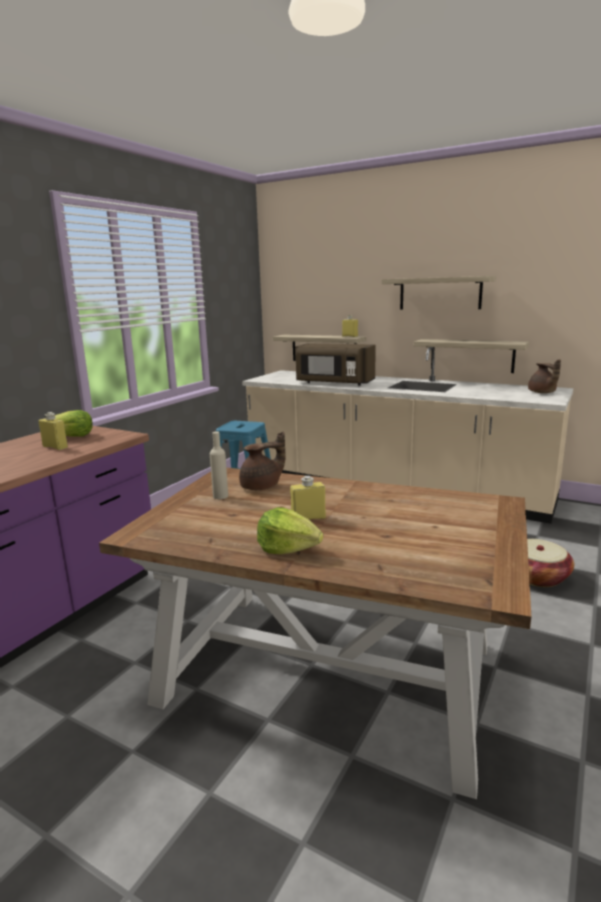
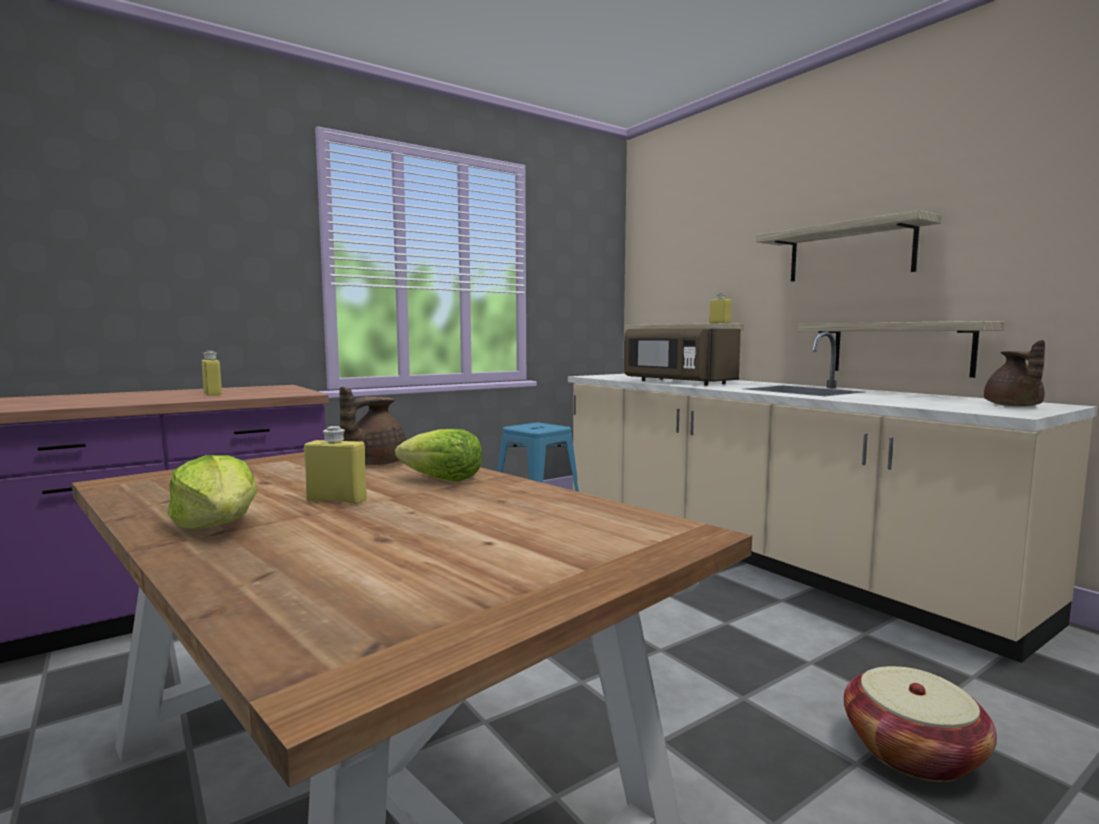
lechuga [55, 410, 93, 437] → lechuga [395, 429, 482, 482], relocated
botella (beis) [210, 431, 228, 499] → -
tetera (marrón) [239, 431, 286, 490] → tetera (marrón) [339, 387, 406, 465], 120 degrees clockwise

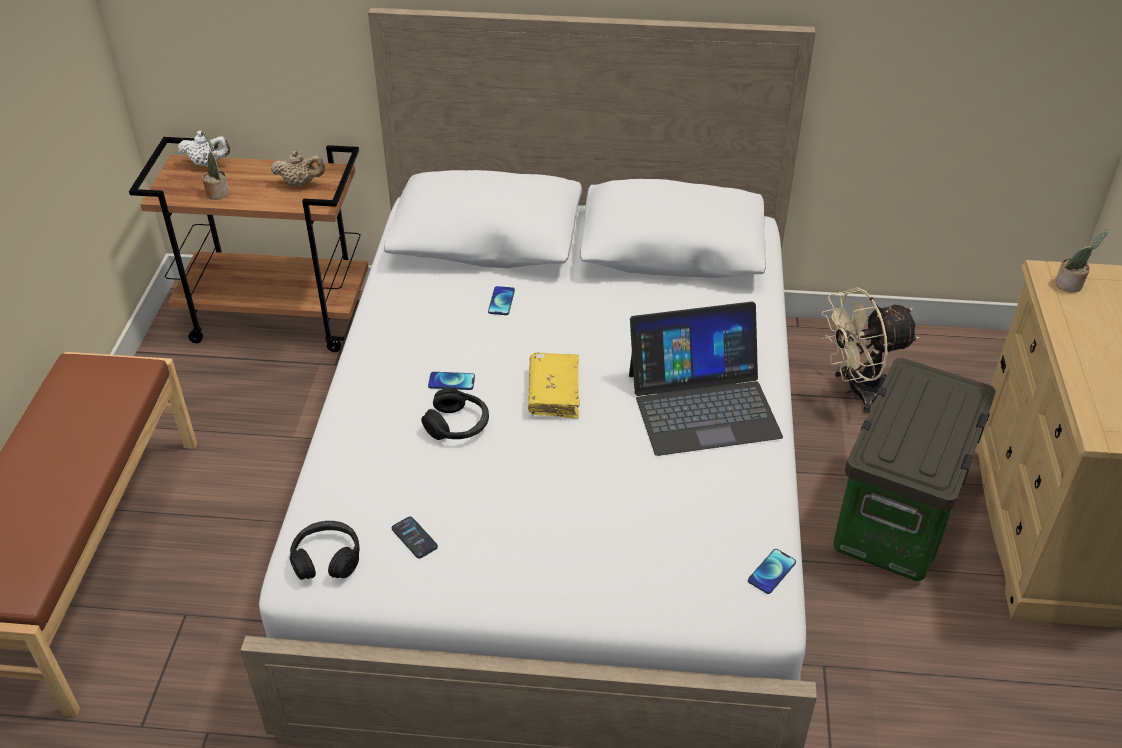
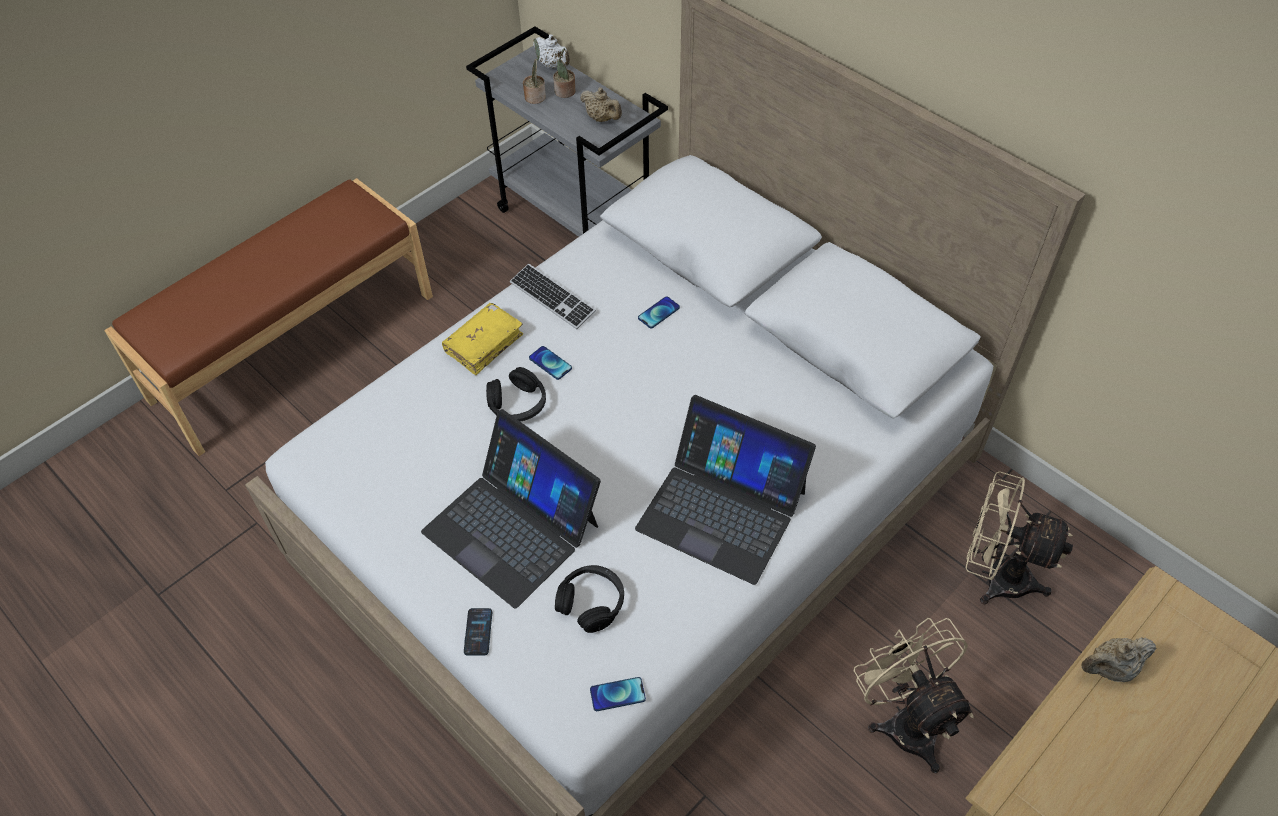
carrito (marrón) [129, 137, 368, 352] → carrito (gris) [466, 26, 668, 237]
auriculares (negro) [290, 521, 360, 580] → auriculares (negro) [555, 565, 624, 633], relocated
móvil [392, 517, 438, 559] → móvil [464, 608, 492, 656], relocated
libro (amarillo) [528, 353, 580, 418] → libro (amarillo) [442, 303, 523, 375], relocated
caja de almacenaje [833, 358, 996, 581] → ventilador (beis) [854, 618, 974, 773]
planta en maceta [1055, 229, 1109, 293] → planta en maceta [553, 48, 575, 98], relocated
- → portátil [421, 409, 601, 609]
- → teclado [510, 264, 596, 329]
- → tetera (beis) [1081, 637, 1156, 682]

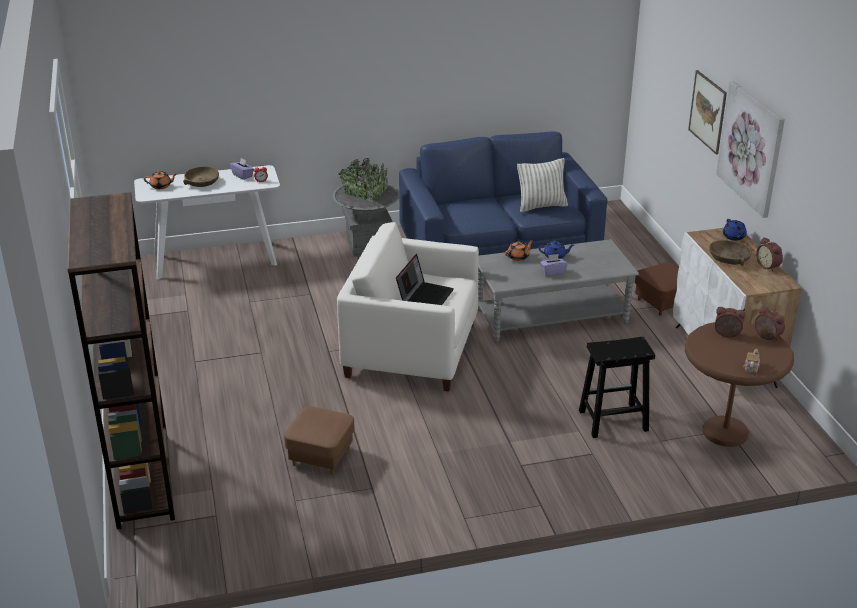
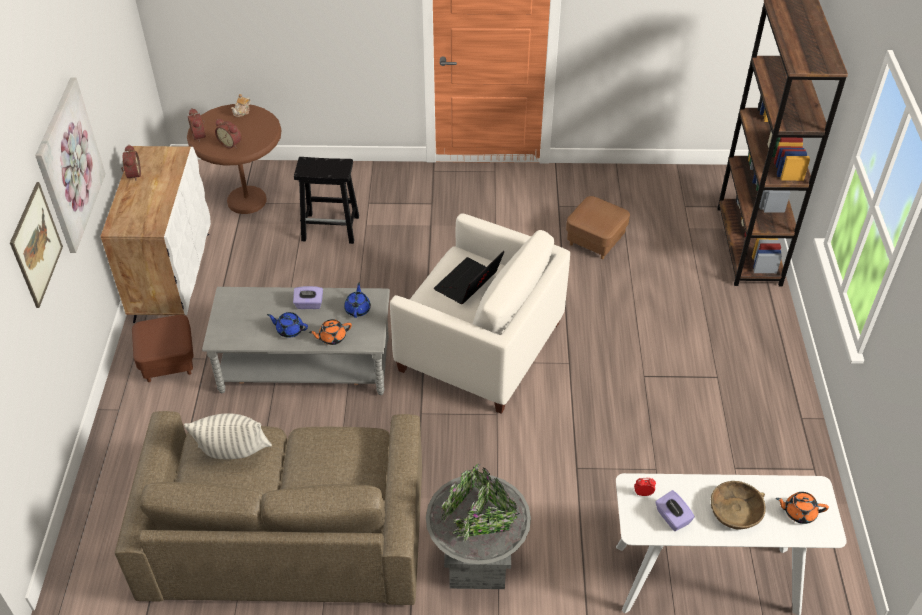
sofá (azul) [399, 132, 607, 256] → sofá (marrón) [115, 411, 422, 605]
cuenco (marrón) [709, 240, 752, 266] → -
tetera (azul) [723, 219, 747, 241] → tetera (azul) [344, 283, 371, 318], relocated

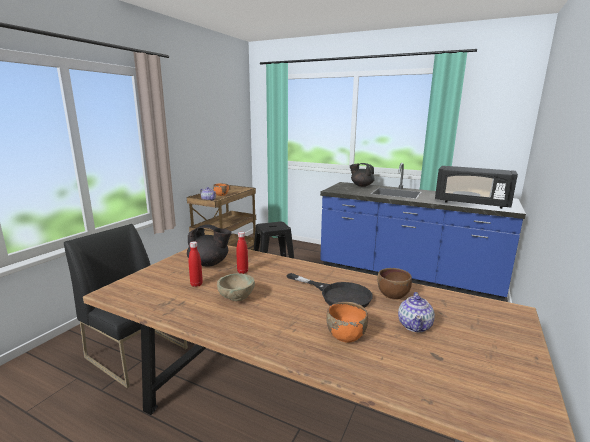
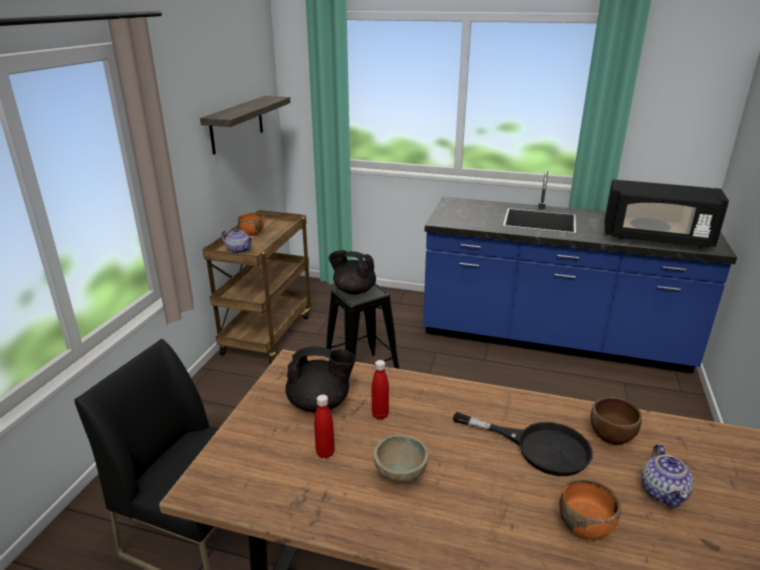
tetera (negro) [350, 163, 375, 187] → tetera (negro) [329, 250, 376, 295], relocated
- → estante [200, 96, 290, 155]

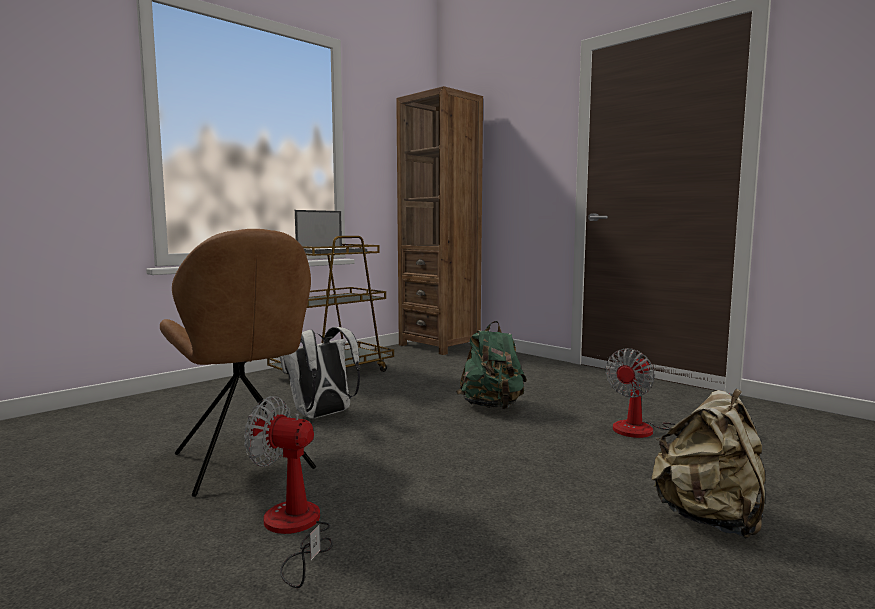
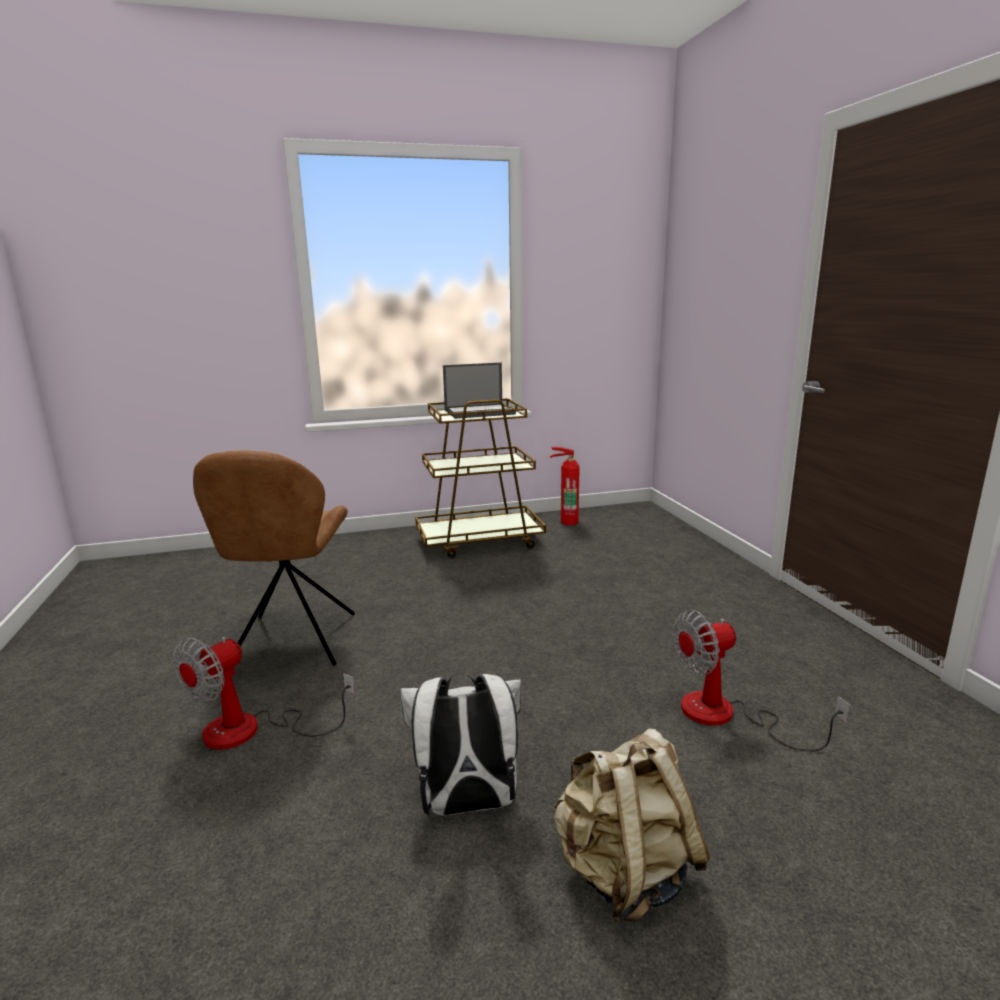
ventilador [244, 396, 333, 588] → ventilador [173, 637, 355, 750], 105 degrees counterclockwise
mochila (blanco) [280, 327, 360, 418] → mochila (blanco) [400, 673, 521, 816], relocated
estantería (marrón) [396, 86, 483, 355] → -
mochila (verde) [456, 321, 527, 409] → -
- → extintor [550, 447, 580, 525]

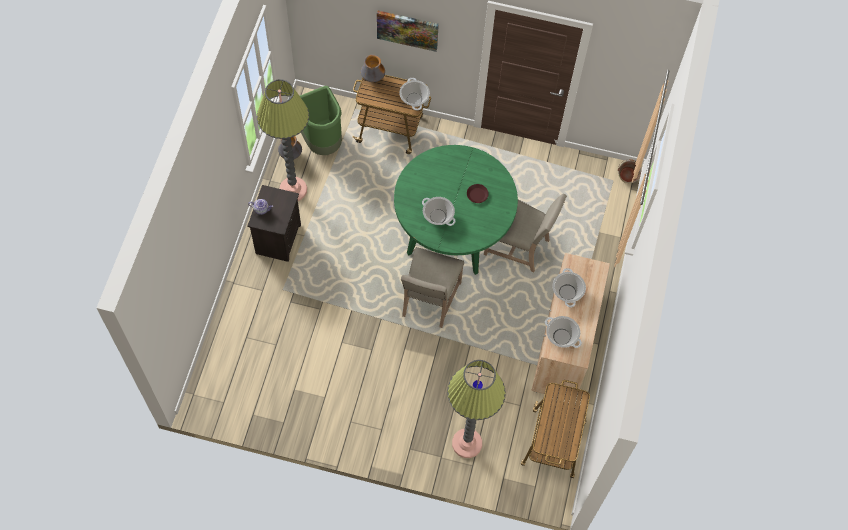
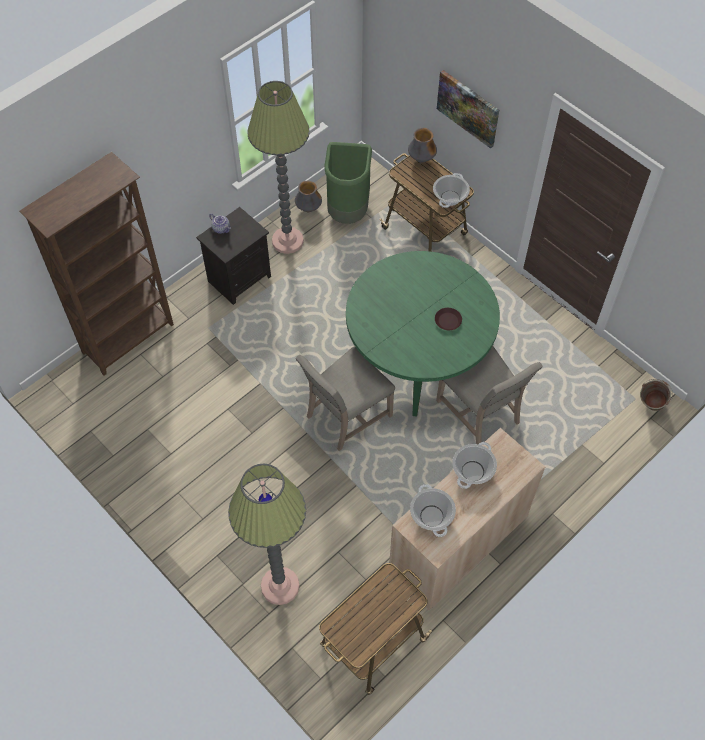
olla [422, 197, 455, 226] → -
- → estantería (marrón) [19, 152, 174, 376]

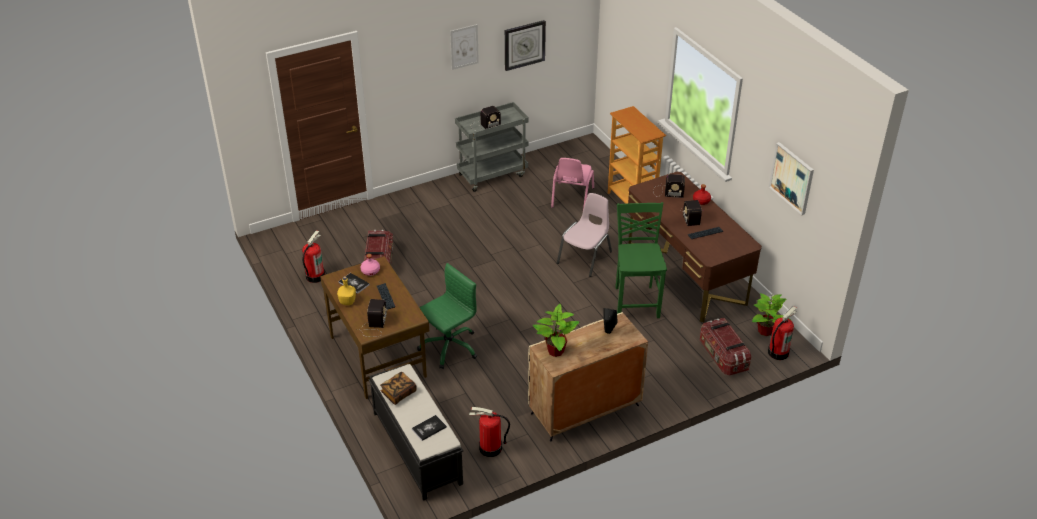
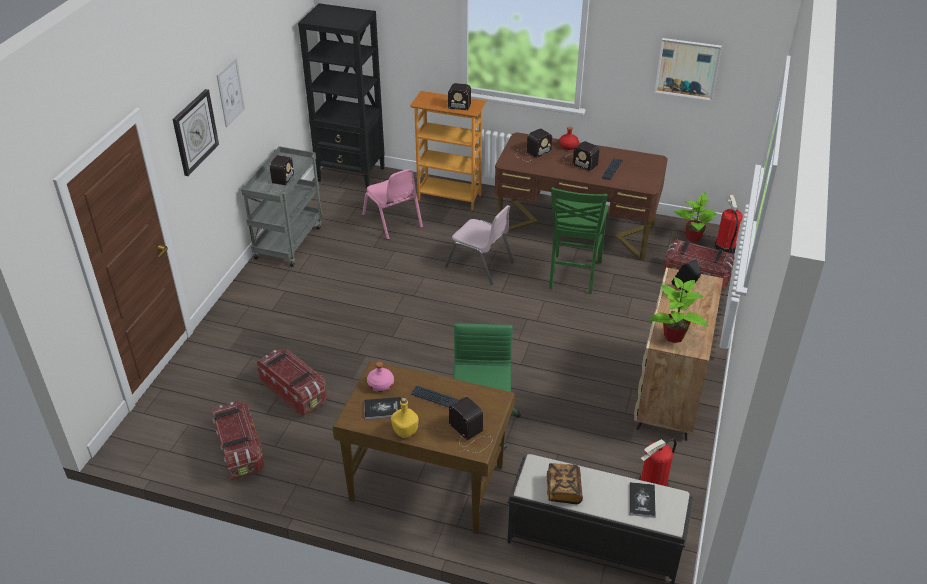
extintor [302, 230, 325, 283] → caja de almacenaje [211, 401, 264, 481]
reloj de pared [505, 20, 546, 71] → reloj de pared [172, 89, 219, 176], relocated
silla (rosa) [557, 193, 612, 277] → silla (rosa) [445, 205, 514, 285], 135 degrees clockwise
silla (verde) [615, 202, 667, 318] → silla (verde) [549, 187, 609, 294], 120 degrees counterclockwise
- → estantería (negro) [298, 3, 384, 190]
- → radio [437, 83, 471, 111]

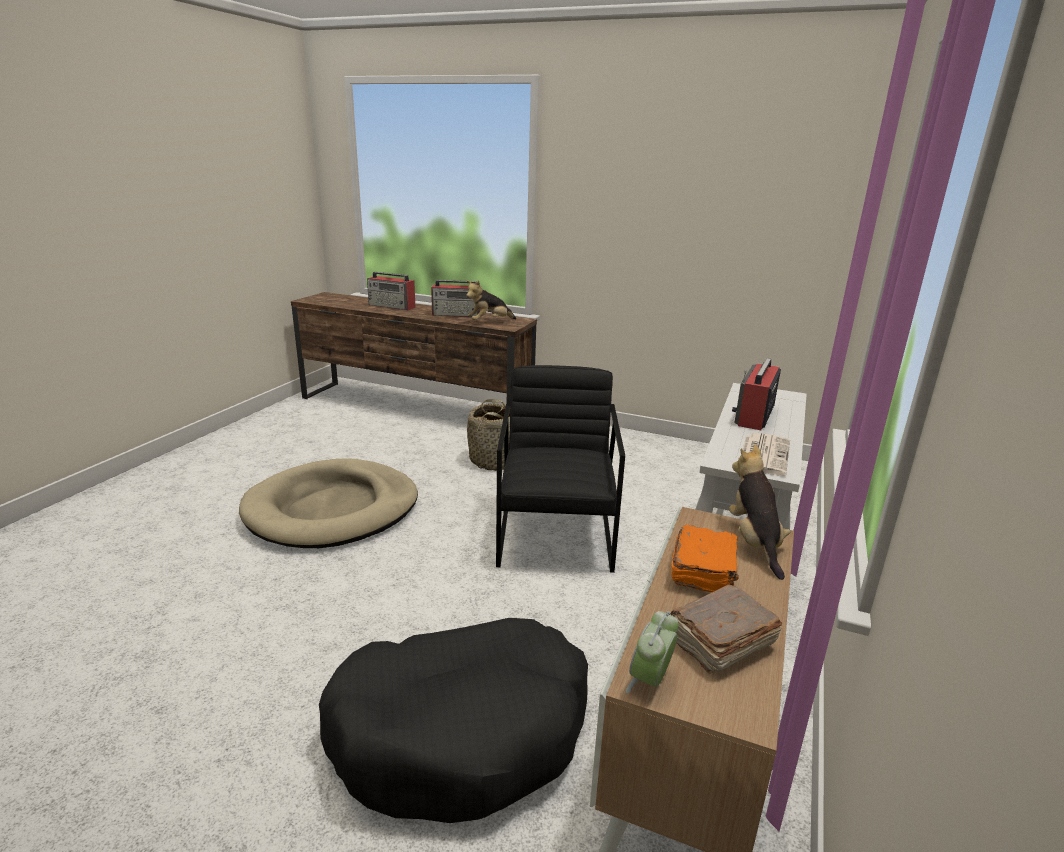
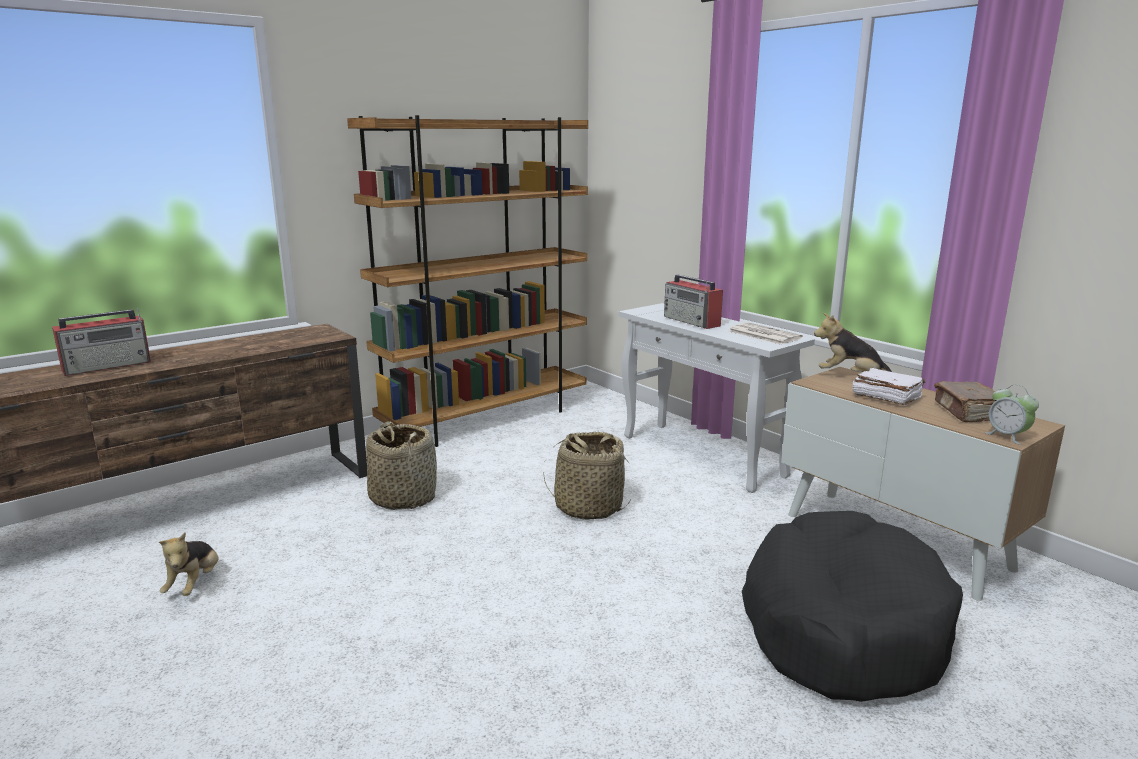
cama para perro (beis) [239, 458, 418, 548] → -
radio [431, 280, 481, 317] → -
peluche [466, 280, 516, 320] → peluche [159, 533, 219, 596], relocated
sillón (negro) [496, 365, 625, 573] → cesta [543, 432, 631, 520]
libro (naranja) [671, 525, 739, 592] → libro (blanco) [853, 368, 925, 405]
- → estantería (marrón) [347, 115, 588, 447]

